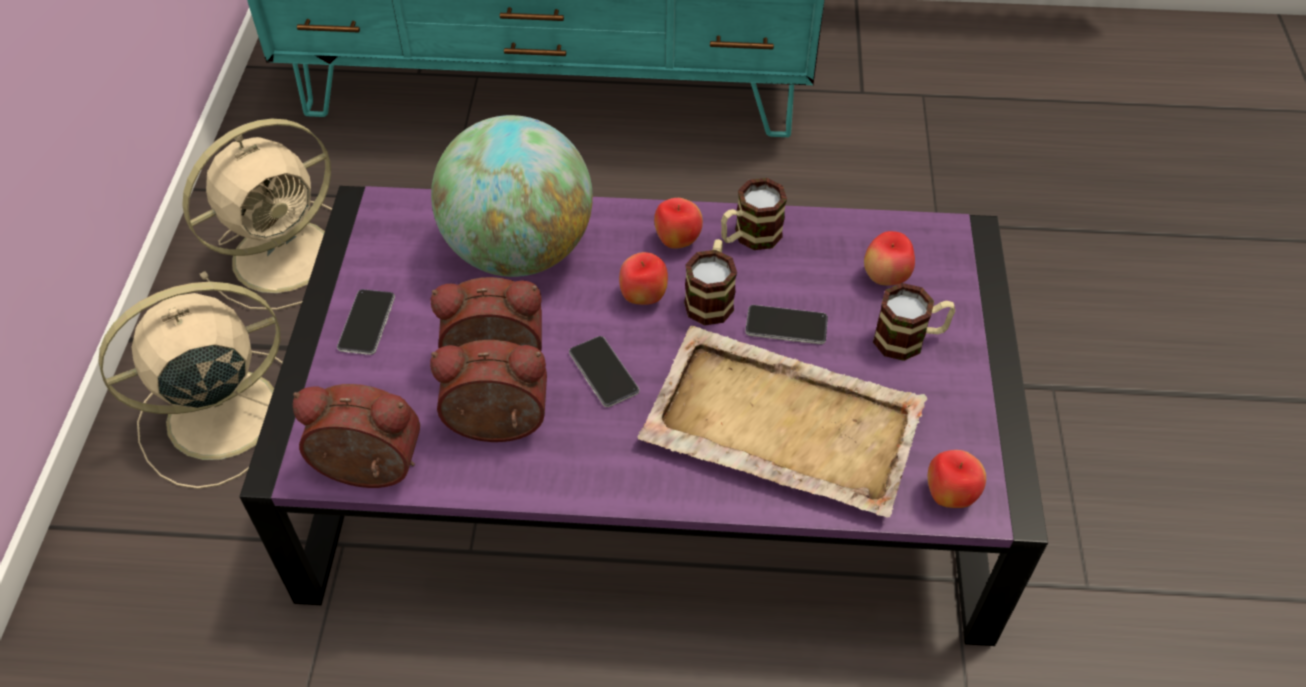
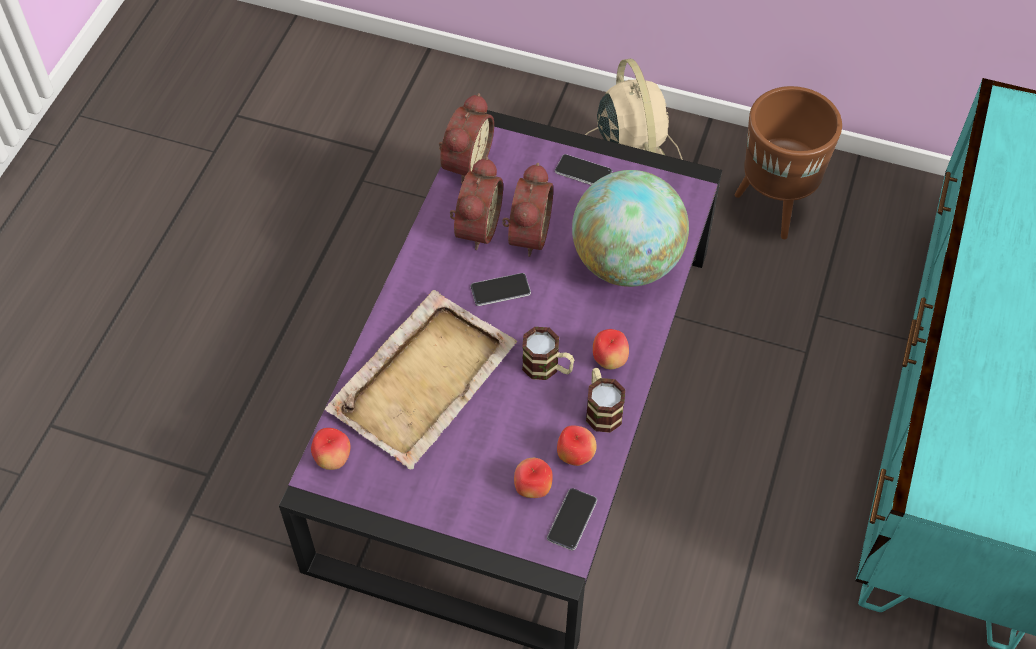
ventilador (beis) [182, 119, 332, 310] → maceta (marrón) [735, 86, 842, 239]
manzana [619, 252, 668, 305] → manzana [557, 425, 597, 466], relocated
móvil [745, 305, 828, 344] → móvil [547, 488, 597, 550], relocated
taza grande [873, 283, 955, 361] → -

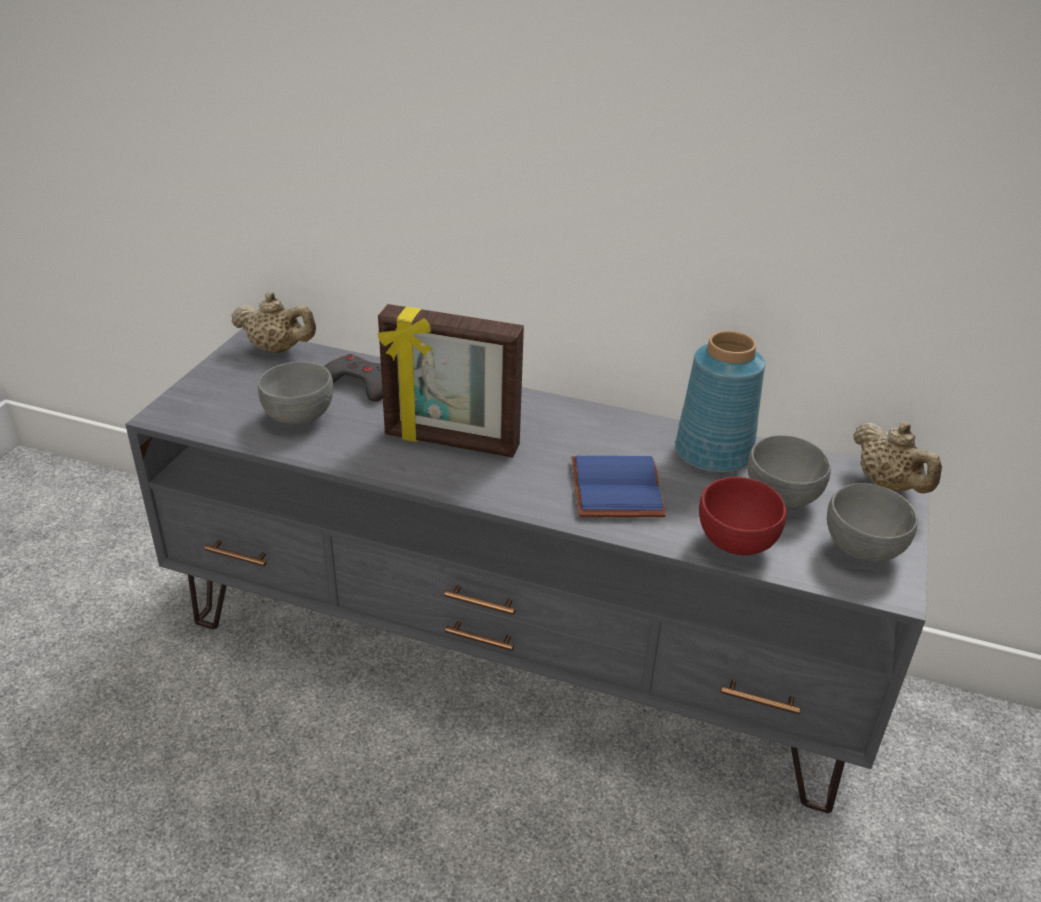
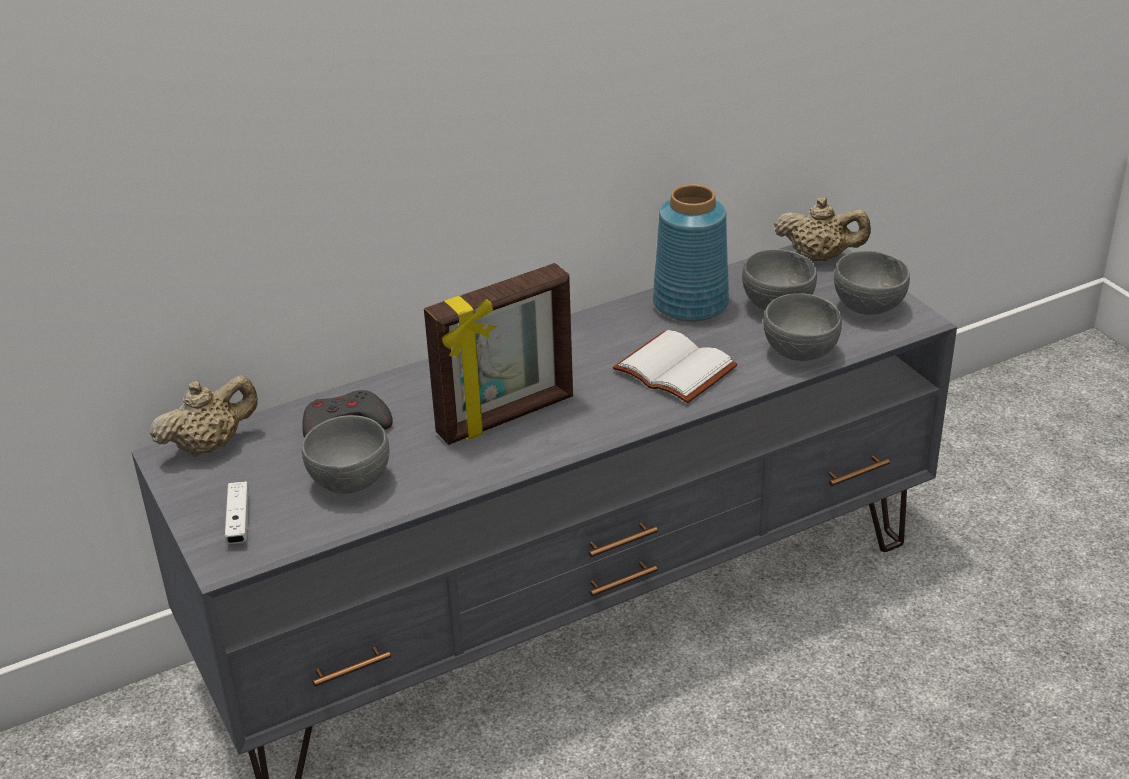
libro (azul) [572, 456, 666, 517] → libro (blanco) [613, 330, 738, 403]
cuenco (rojo) [699, 477, 786, 555] → cuenco (gris) [763, 293, 842, 361]
- → mando de consola (blanco) [225, 481, 249, 544]

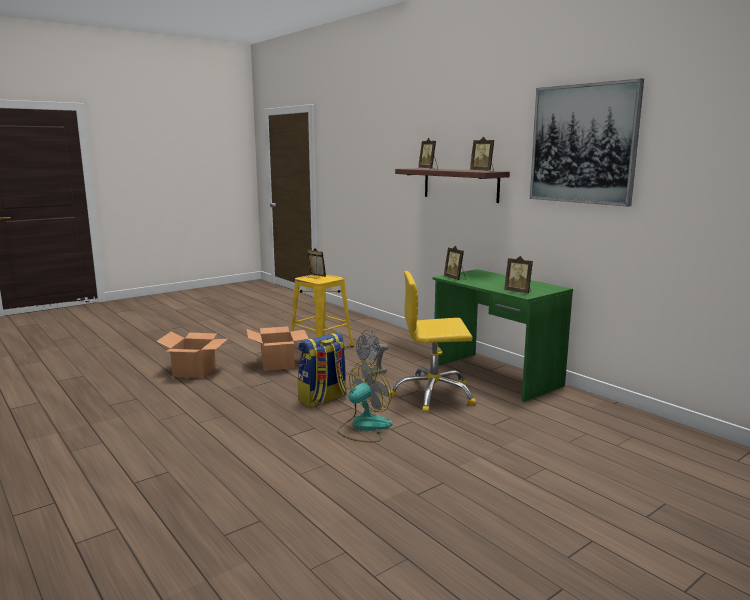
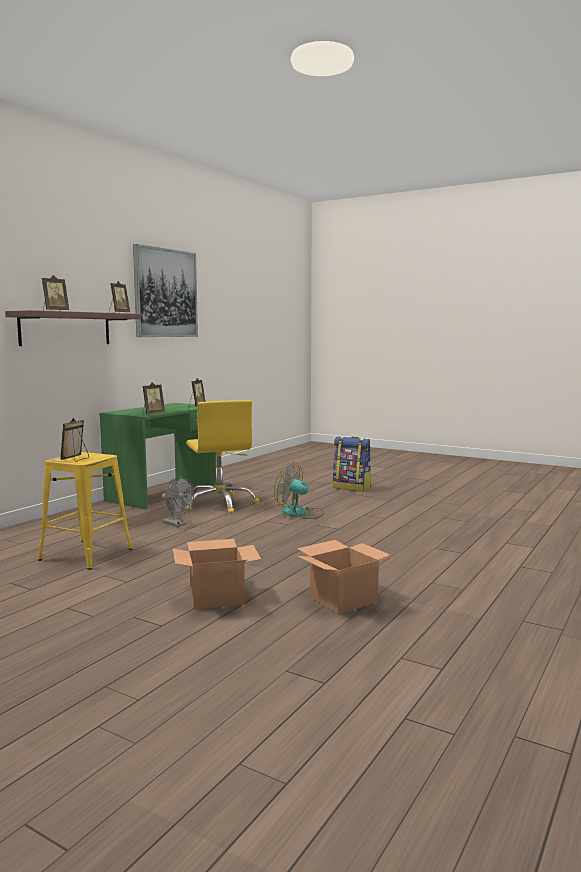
caja de cartón [247, 326, 309, 371] → caja de cartón [297, 540, 394, 614], relocated
mochila [298, 332, 347, 407] → mochila [333, 437, 371, 492], relocated

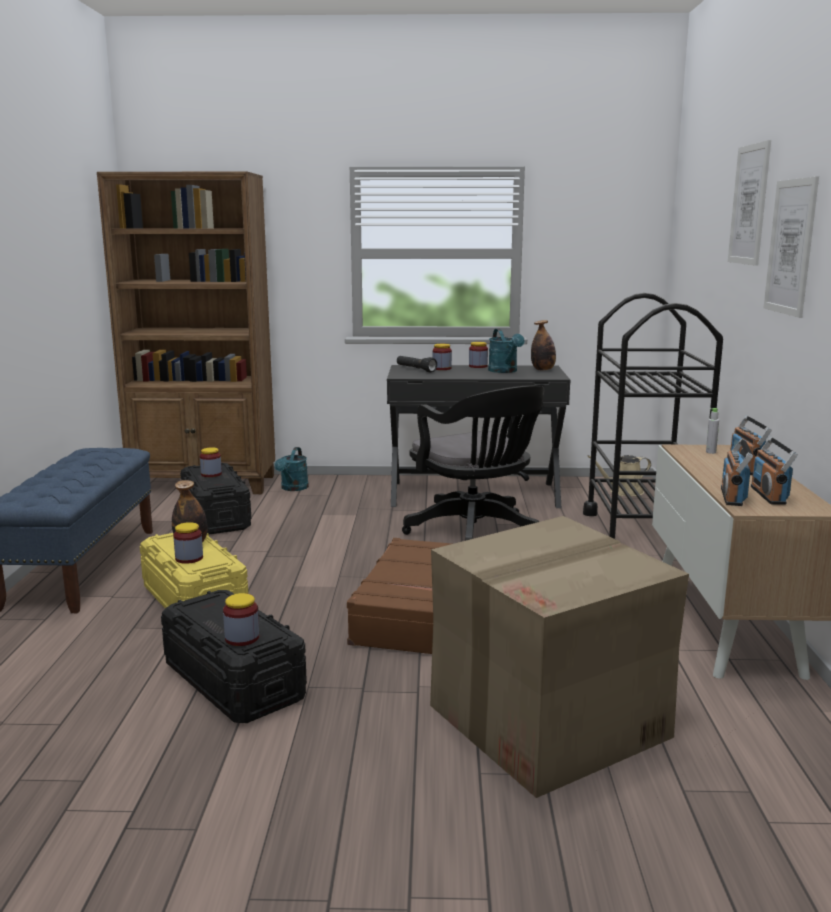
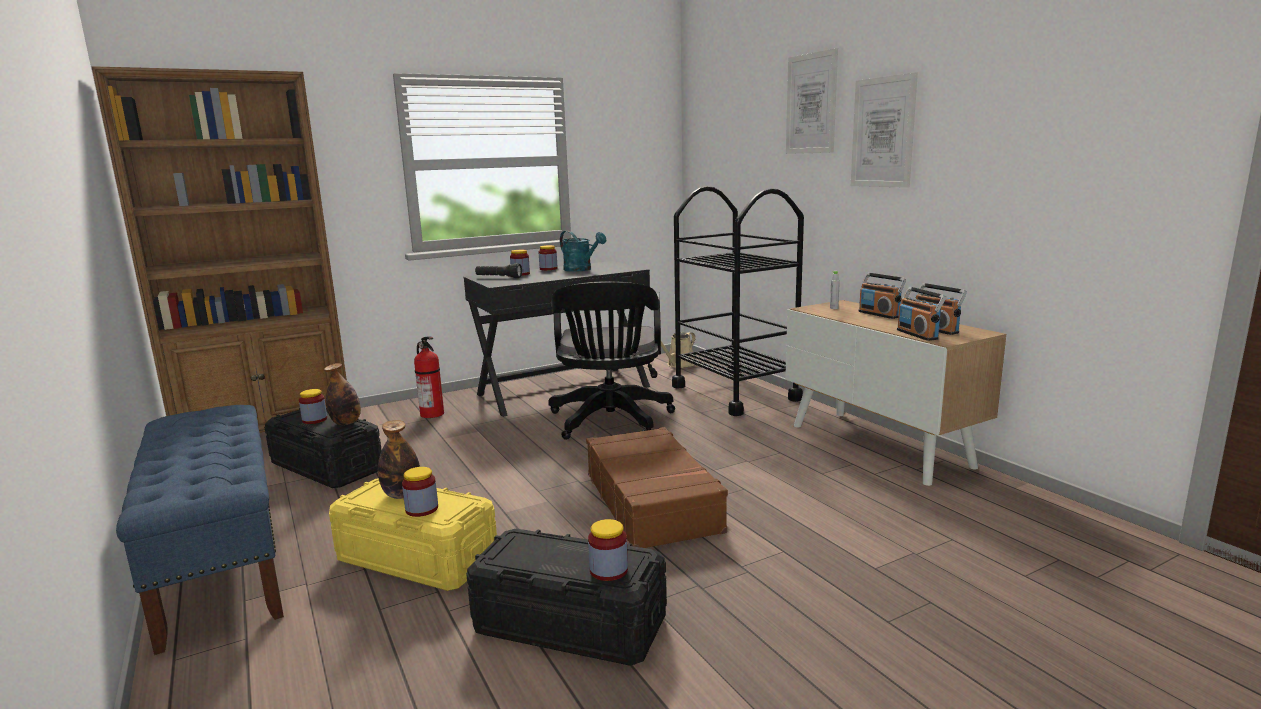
regadera (turquesa) [274, 447, 309, 491] → -
silla de oficina (negro) [402, 385, 544, 541] → silla de oficina (negro) [548, 281, 675, 440], 60 degrees clockwise
caja de cartón [430, 516, 689, 798] → -
botella [531, 320, 556, 371] → botella [324, 363, 361, 425], relocated
- → extintor [414, 336, 444, 418]

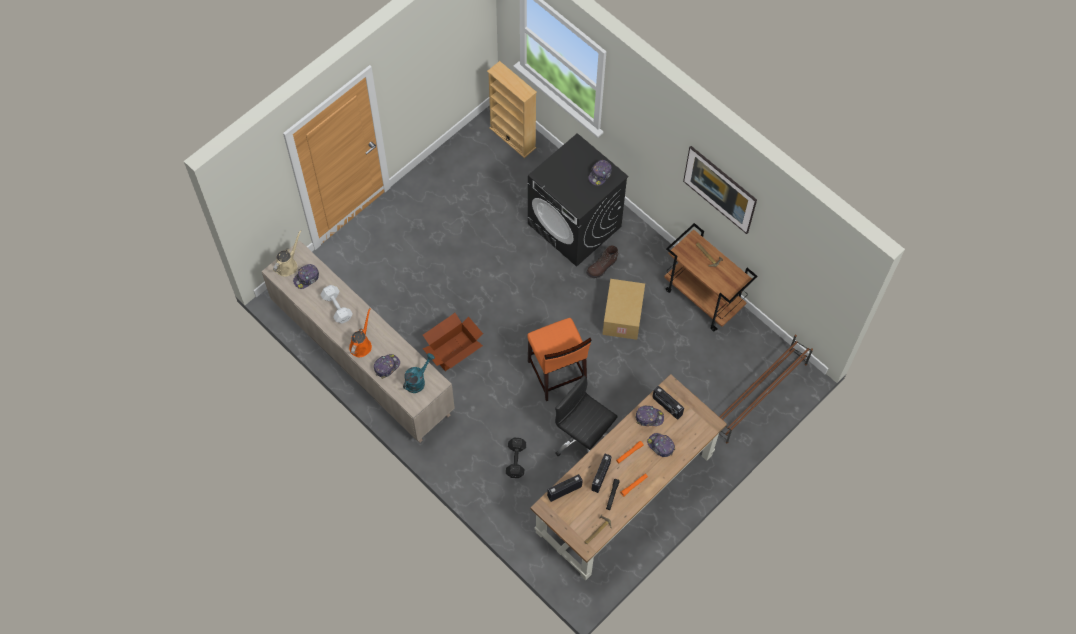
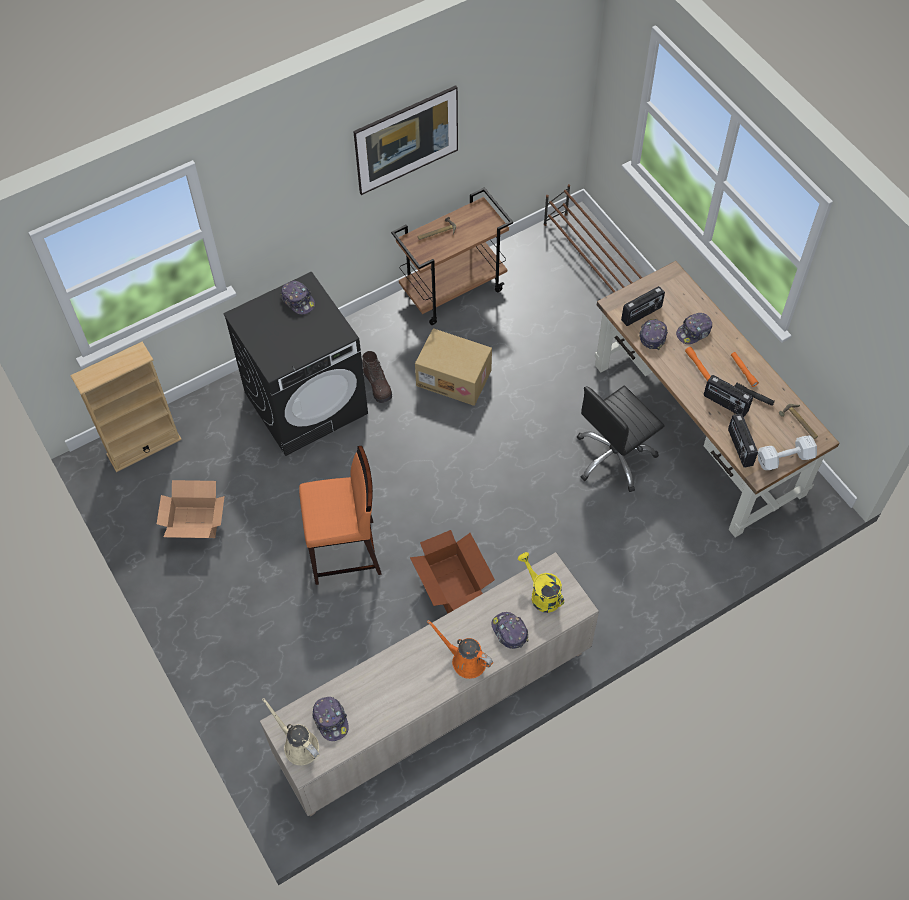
mancuerna (blanco) [321, 285, 353, 324] → mancuerna (blanco) [758, 435, 817, 470], relocated
regadera (turquesa) [403, 353, 435, 393] → regadera (amarillo) [518, 552, 564, 613]
mancuerna (negro) [506, 438, 526, 478] → -
taburete (naranja) [527, 318, 591, 401] → taburete (naranja) [299, 446, 382, 585], relocated
- → caja de cartón [157, 480, 225, 538]

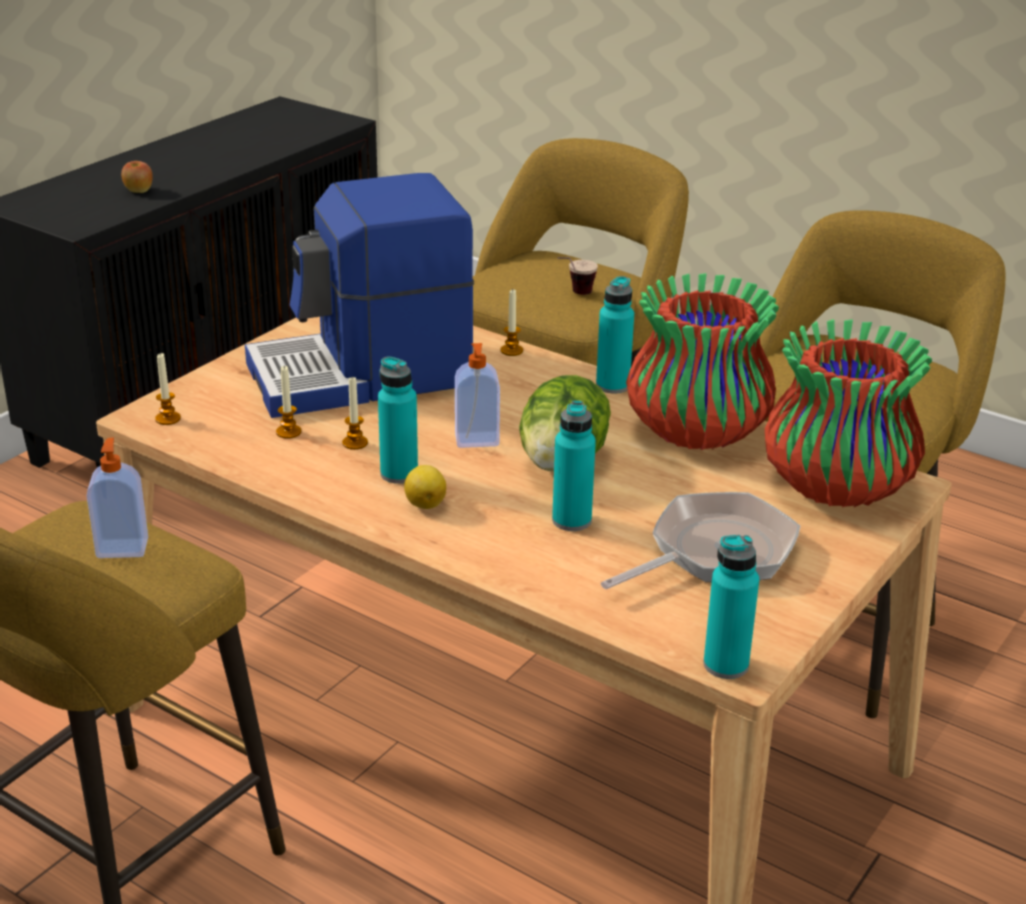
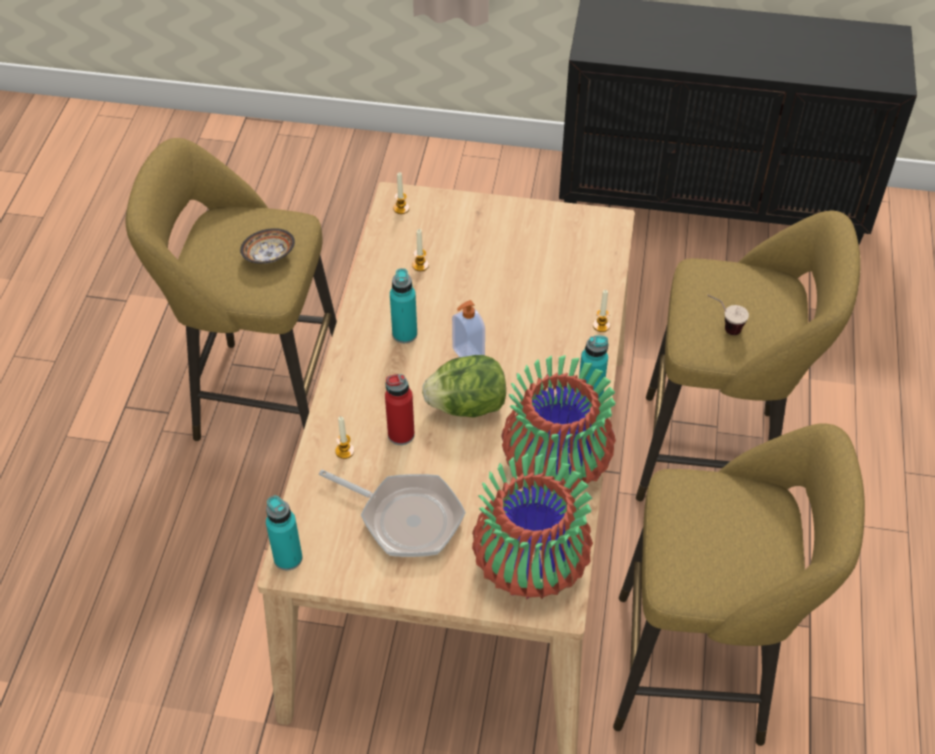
dispensador de jabón [87, 438, 148, 558] → cuenco [240, 228, 295, 264]
manzana [121, 161, 153, 193] → -
cafetera [245, 173, 475, 418] → -
vela [342, 377, 368, 450] → vela [335, 416, 354, 459], relocated
limón [404, 465, 446, 509] → -
botella (turquesa) [552, 400, 596, 531] → botella (rojo) [385, 374, 415, 445]

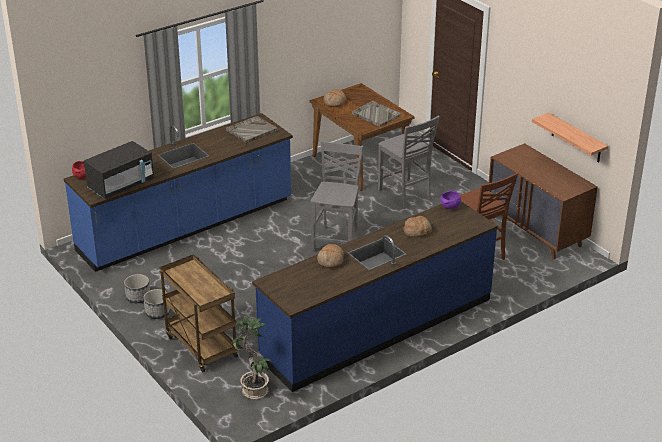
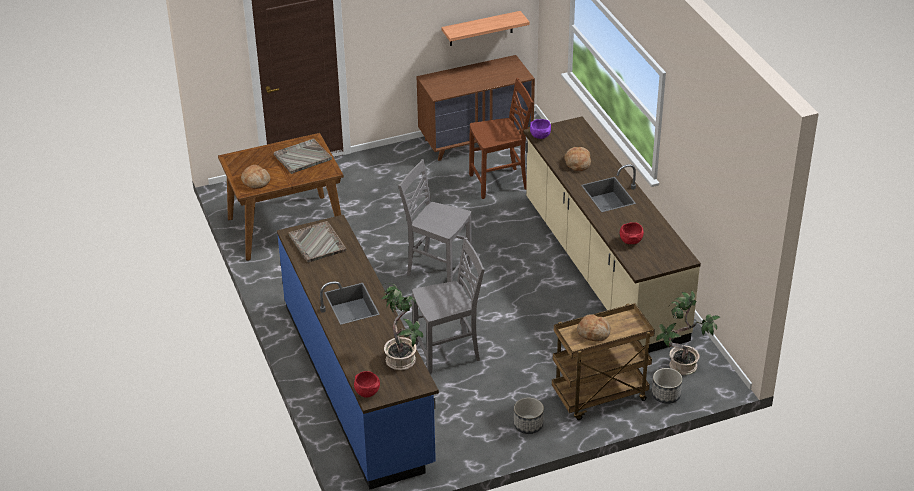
microondas (negro) [84, 141, 154, 199] → planta en maceta [381, 283, 424, 370]
maceta [124, 274, 150, 303] → maceta [652, 368, 682, 404], relocated
mueble bajo de cocina (azul) [252, 201, 498, 392] → mueble bajo de cocina (beis) [523, 116, 701, 353]
pan [317, 244, 344, 268] → pan [577, 314, 611, 342], relocated
silla (gris) [378, 116, 440, 209] → silla (gris) [412, 238, 485, 374], relocated
- → cuenco (rojo) [620, 222, 644, 244]

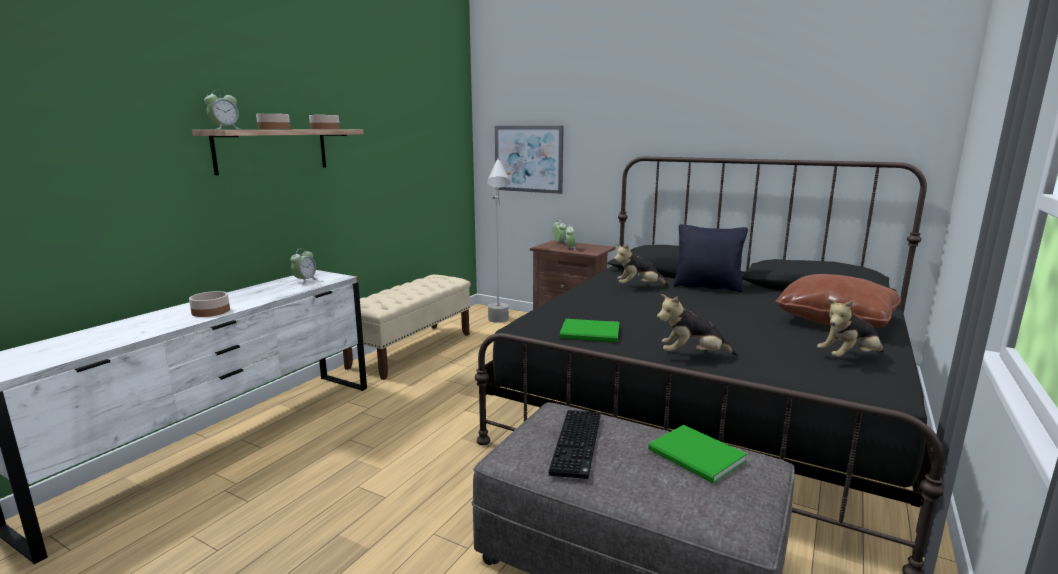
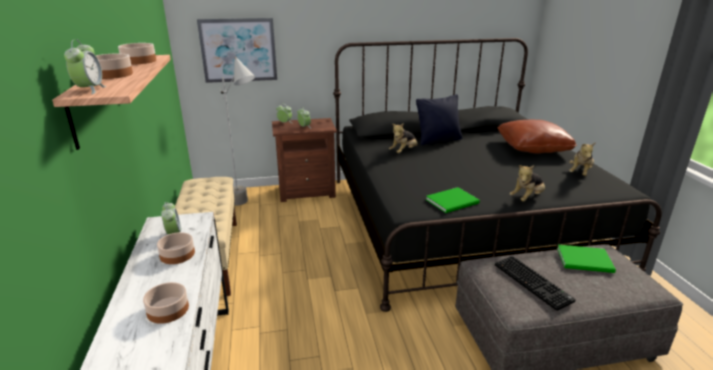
- → cuenco [157, 232, 195, 264]

